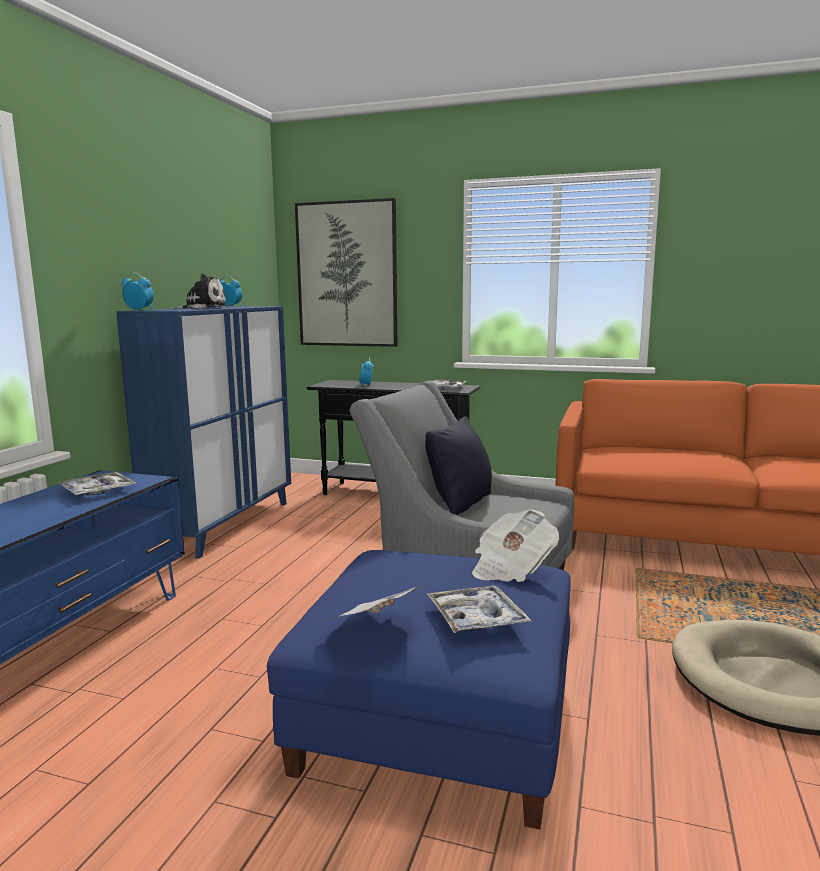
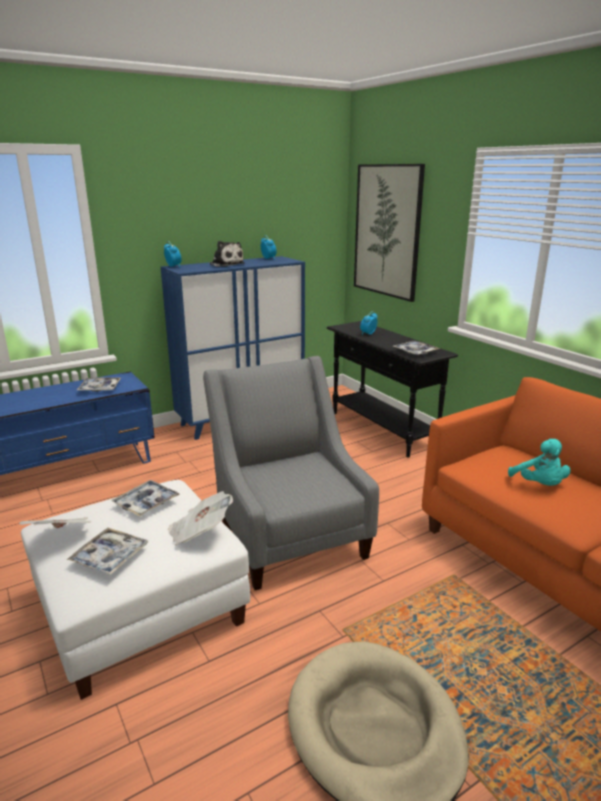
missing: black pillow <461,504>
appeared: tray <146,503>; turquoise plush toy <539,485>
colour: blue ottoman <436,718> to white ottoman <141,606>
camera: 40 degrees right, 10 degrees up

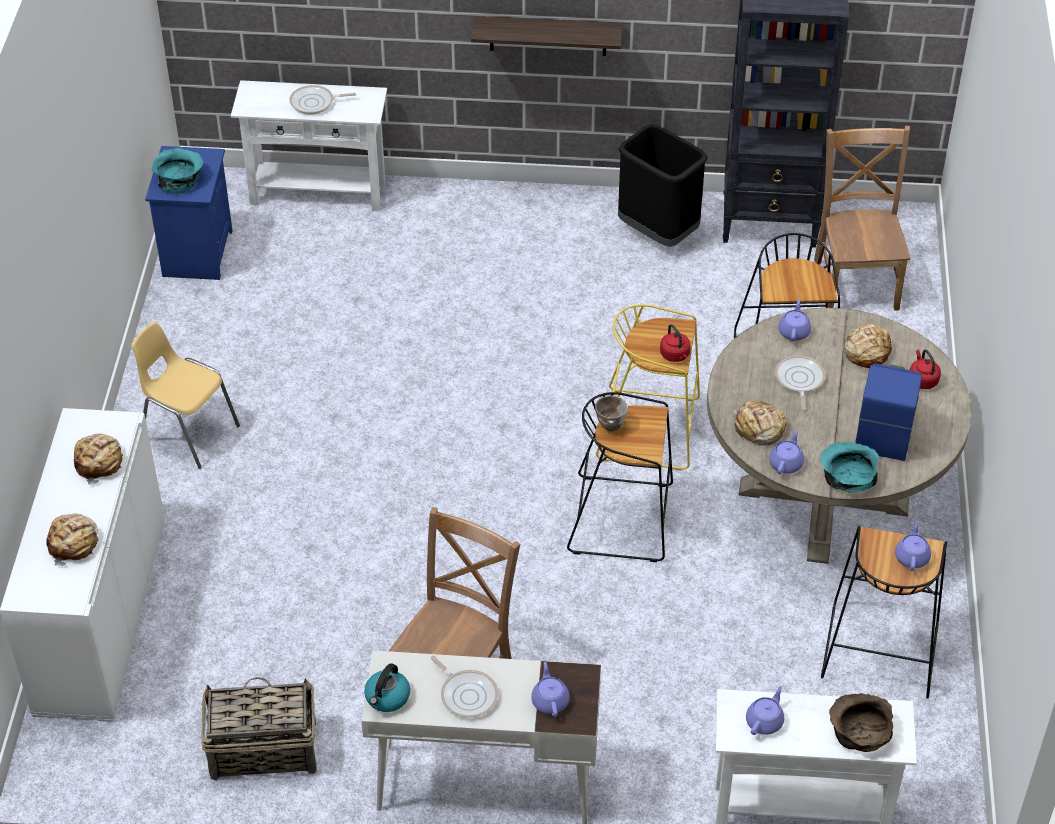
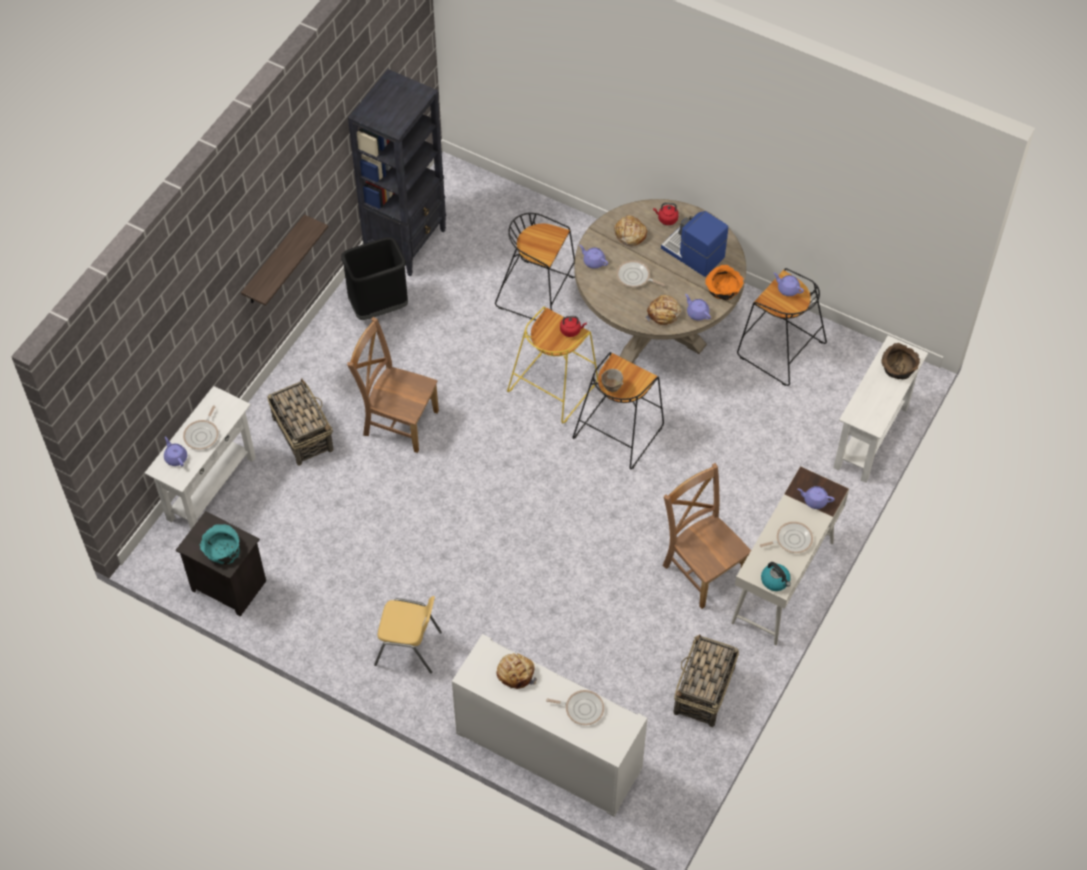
appeared: basket <302,433>
relocated: purple teapot <765,721> to <176,457>; brown chair <856,281> to <398,421>
exchanged: bread <74,544> to frying pan <582,708>
colour: blue nightstand <196,252> to black nightstand <227,586>; turquoise bowl <847,478> to orange bowl <723,289>
spun: yellow chair <188,432> = <409,648> 135 degrees counterclockwise
camera: 65 degrees left, 10 degrees up

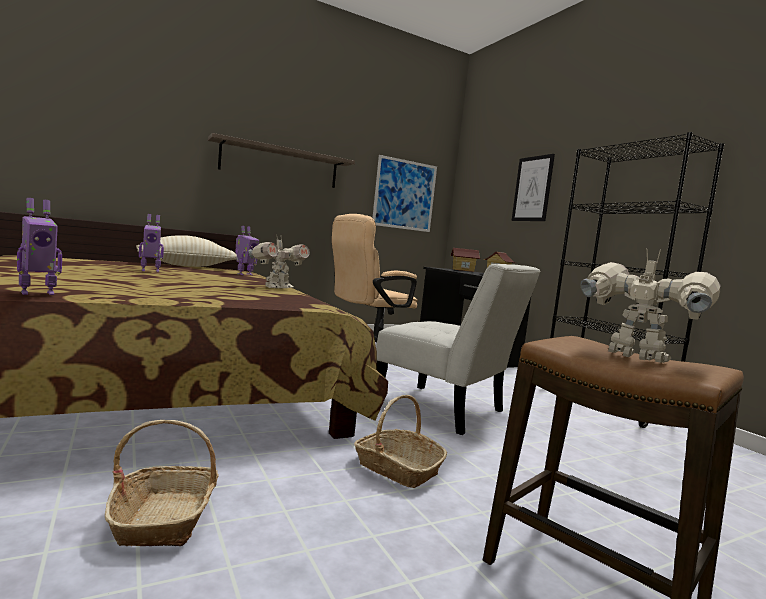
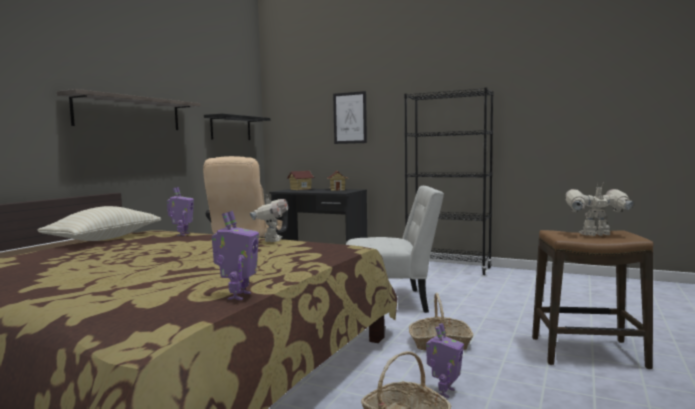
relocated: toy robot <150,271> to <444,392>
exchanged: picture <404,195> to black shelf <231,128>
camera: 35 degrees left, 0 degrees up

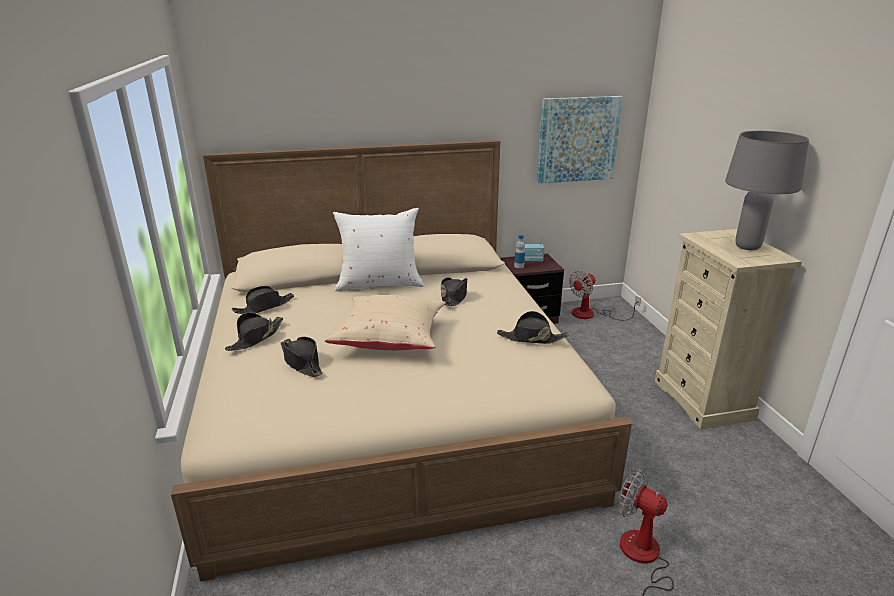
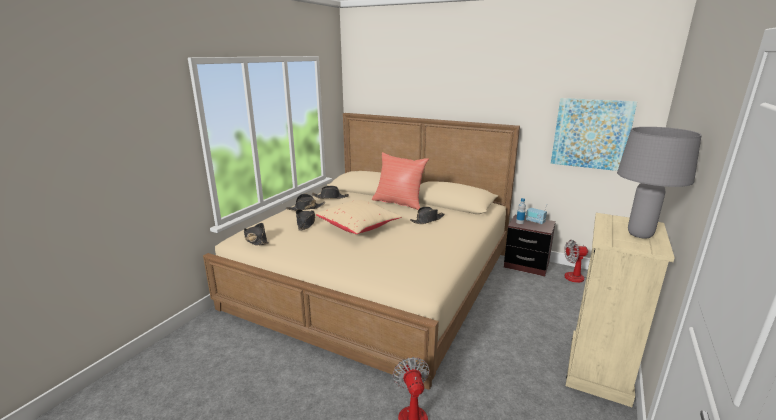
relocated: black hat <531,338> to <255,240>
colour: white pillow <379,284> to red pillow <399,203>
camera: 40 degrees right, 5 degrees down

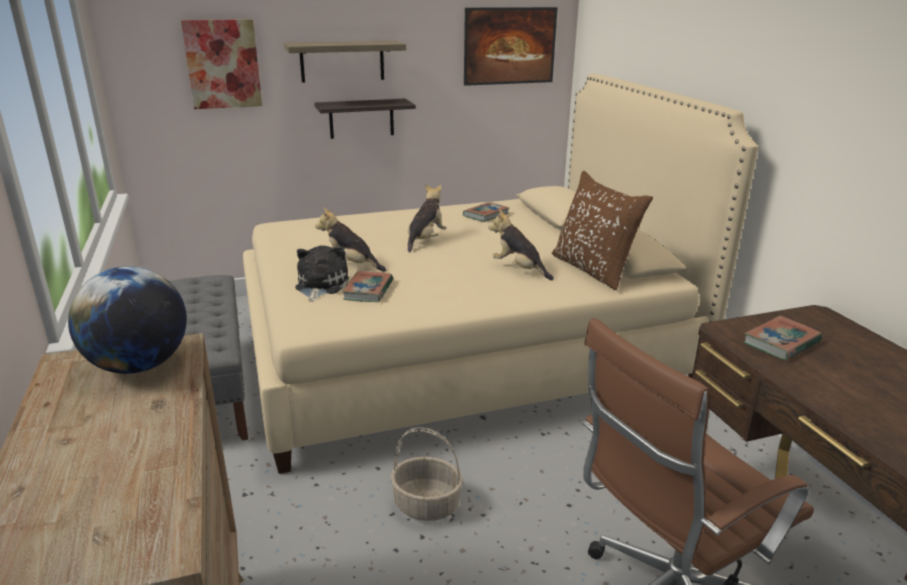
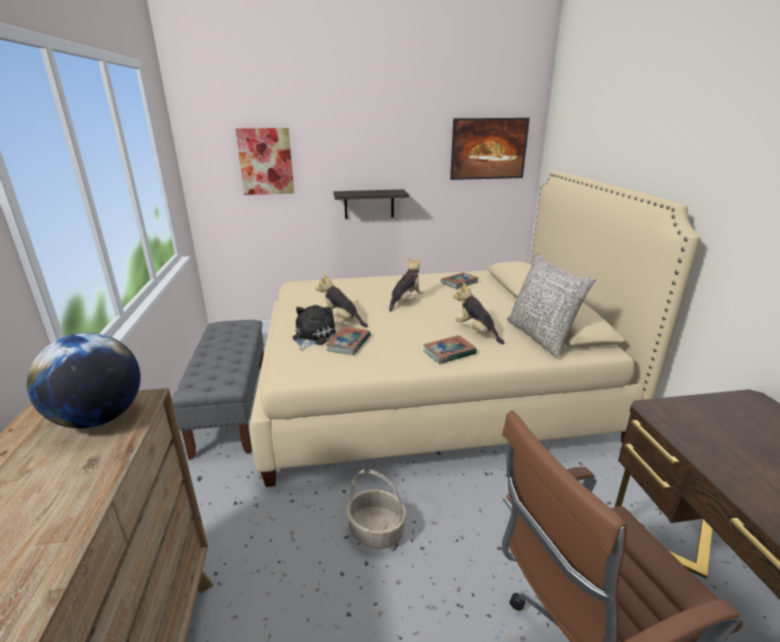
missing: shelf <342,61>
relocated: book <781,342> to <449,352>
colour: brown pillow <593,270> to grey pillow <541,336>
camera: 10 degrees right, 0 degrees up

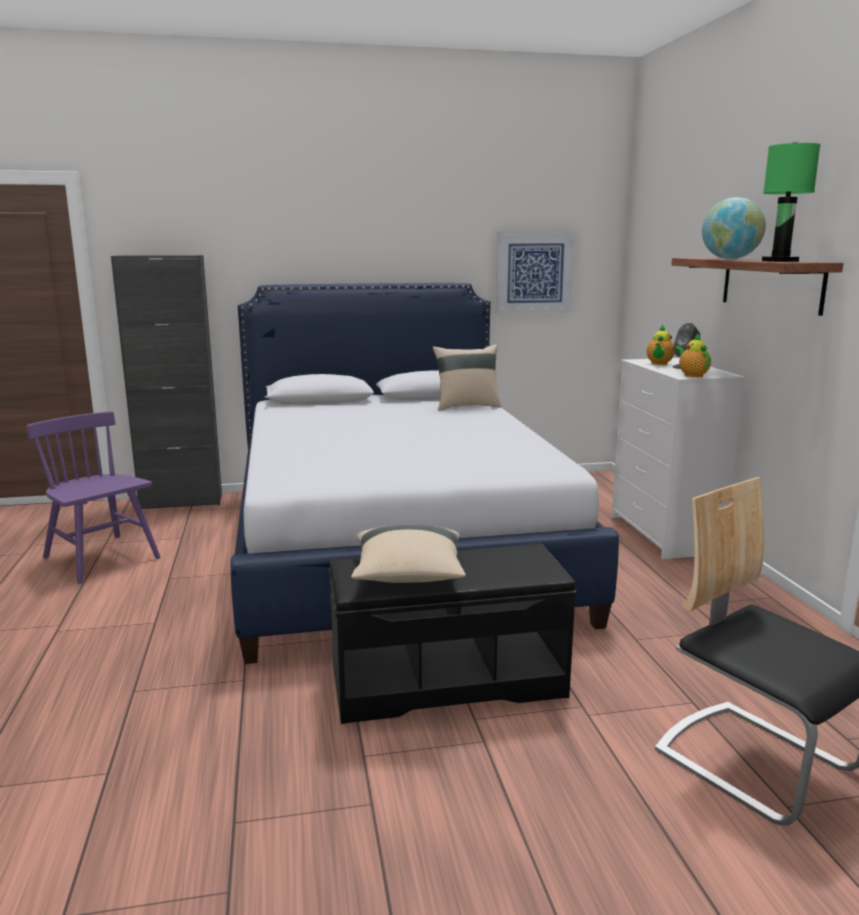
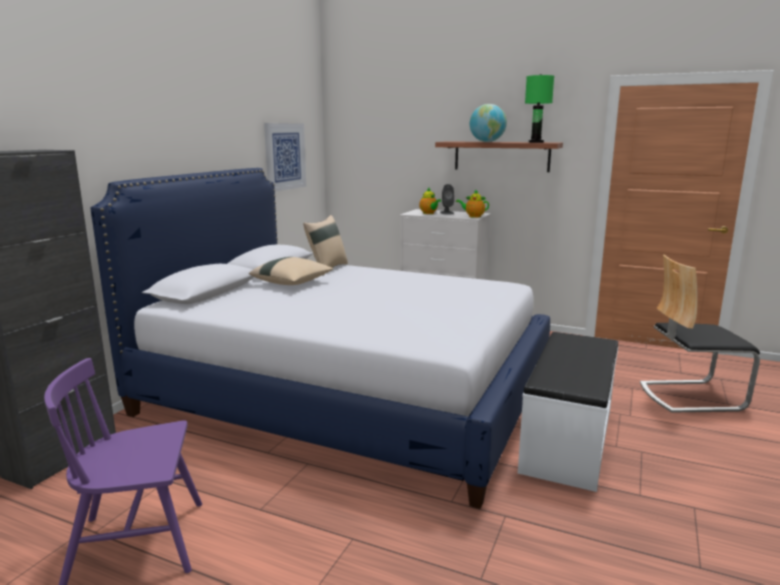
relocated: beige pillow <408,575> to <292,283>
colour: black bench <447,681> to white bench <566,440>
camera: 55 degrees left, 0 degrees up

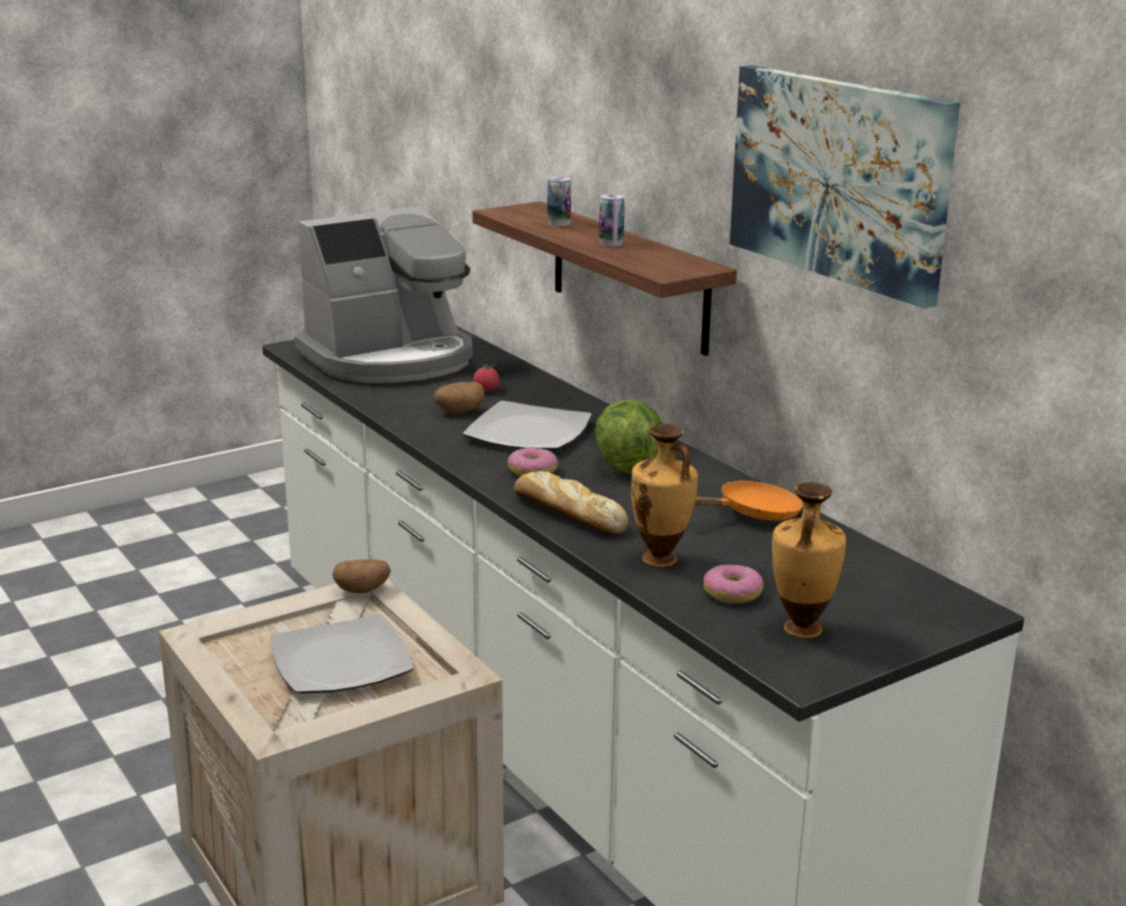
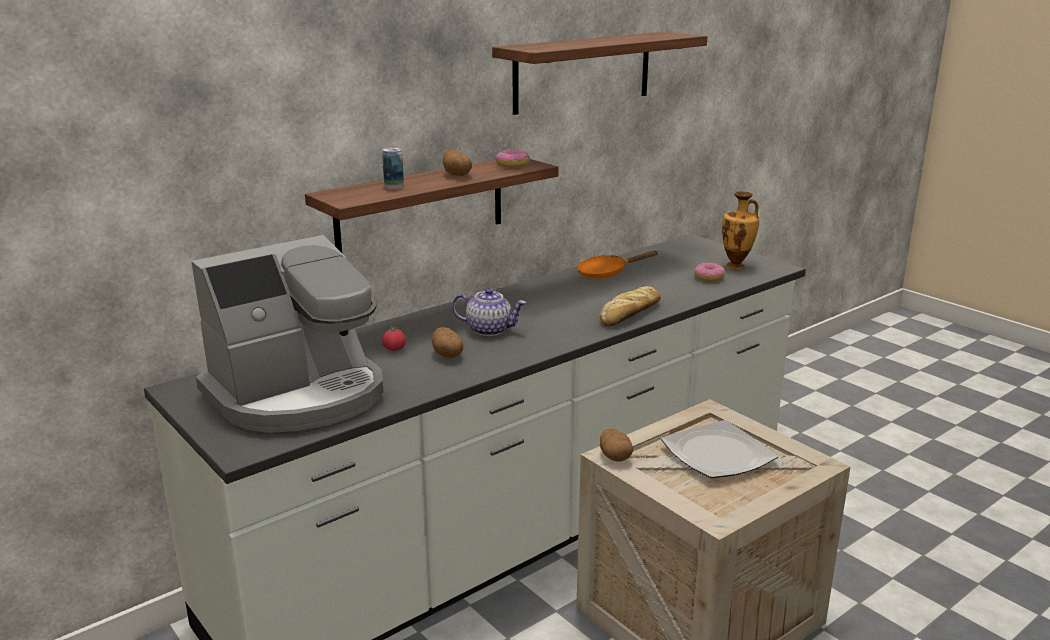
missing: lettuce <627,464>; vase <661,560>
relocated: donut <533,471> to <512,165>
exchanged: can <611,243> to potato <457,175>; plate <529,432> to teapot <489,330>; picture <839,179> to shelf <583,71>
spun: coffee machine <390,359> = <298,395> 90 degrees clockwise; orange frying pan <751,514> = <606,273> 75 degrees counterclockwise
camera: 95 degrees left, 0 degrees up

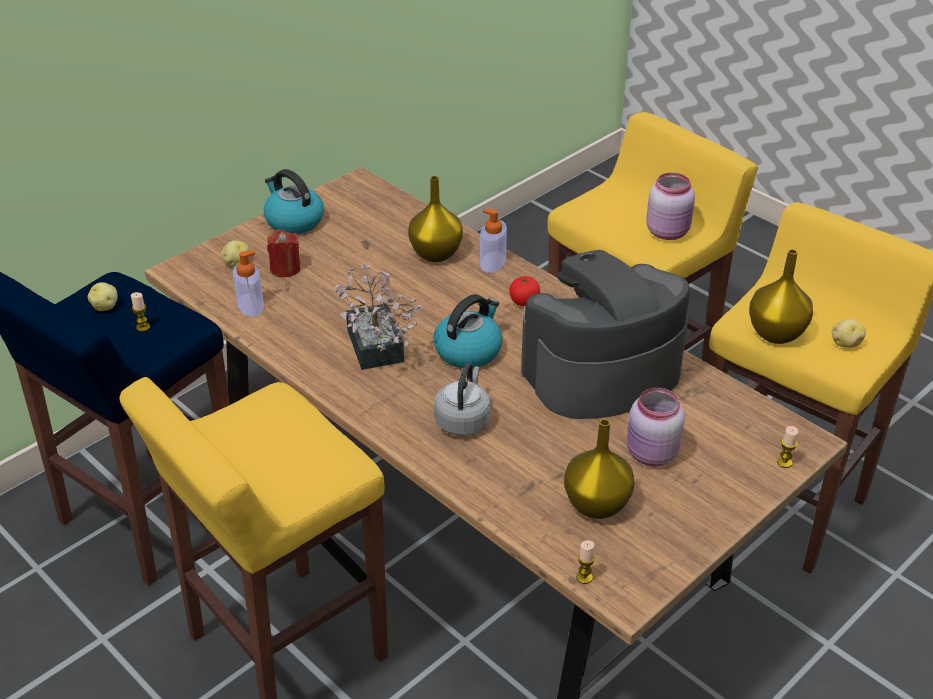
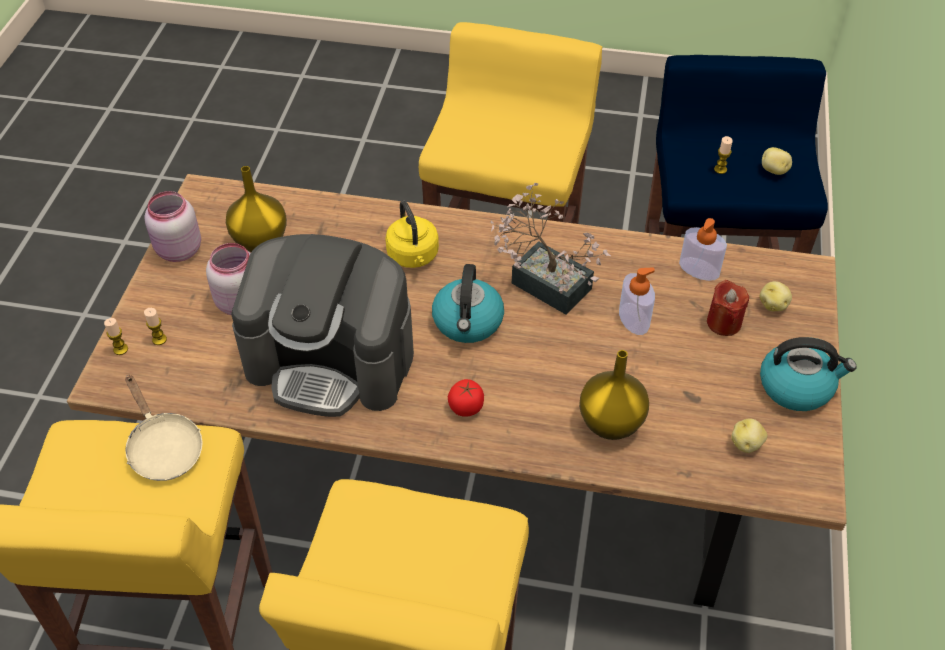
relocated: pink jar <668,232> to <178,251>; candle <584,577> to <159,339>; soap dispenser <493,262> to <634,319>; potato <845,343> to <746,444>
exchanged: yellow vase <777,334> to beige frying pan <163,448>
colour: grey kettle <463,420> to yellow kettle <413,257>
spun: coffee machine <601,373> = <331,360> 75 degrees clockwise
camera: 145 degrees right, 10 degrees up

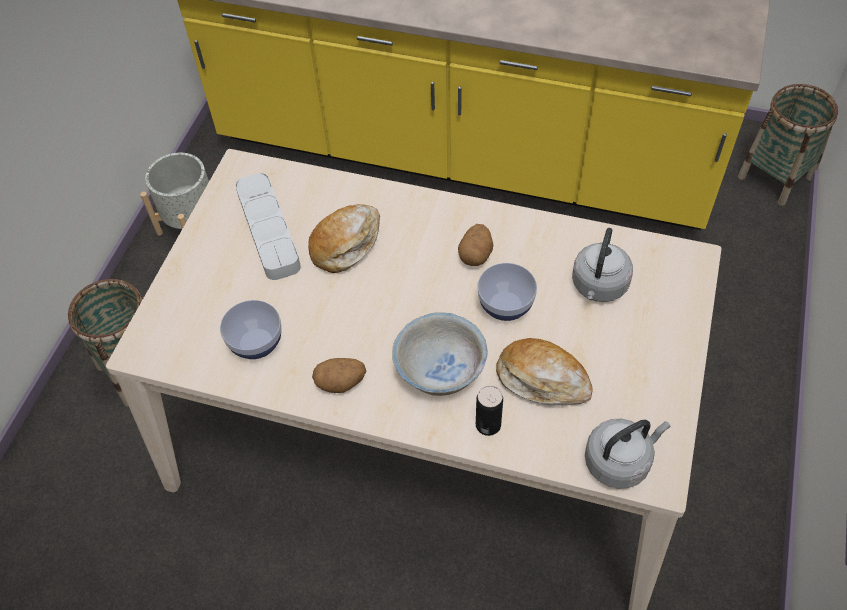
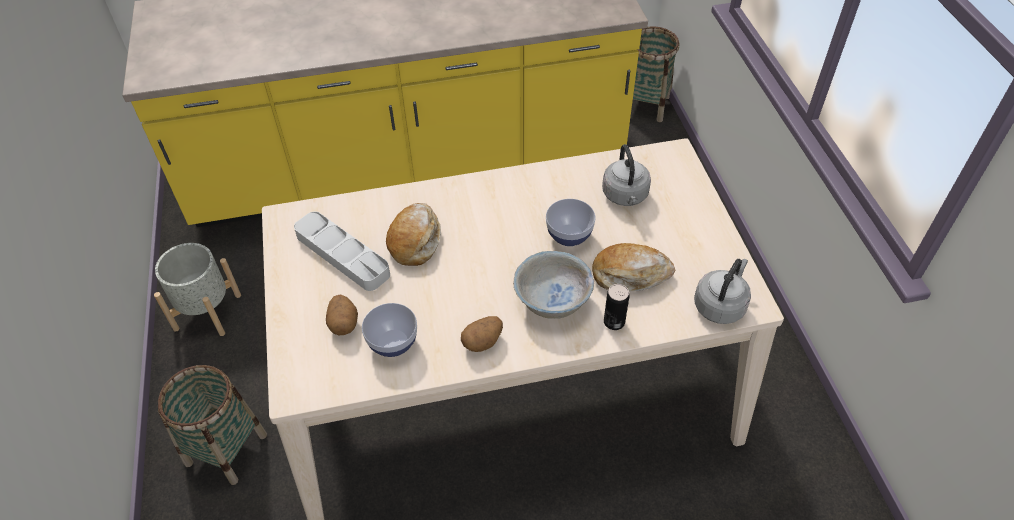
relocated: potato <475,254> to <343,323>
camera: 30 degrees left, 5 degrees down

